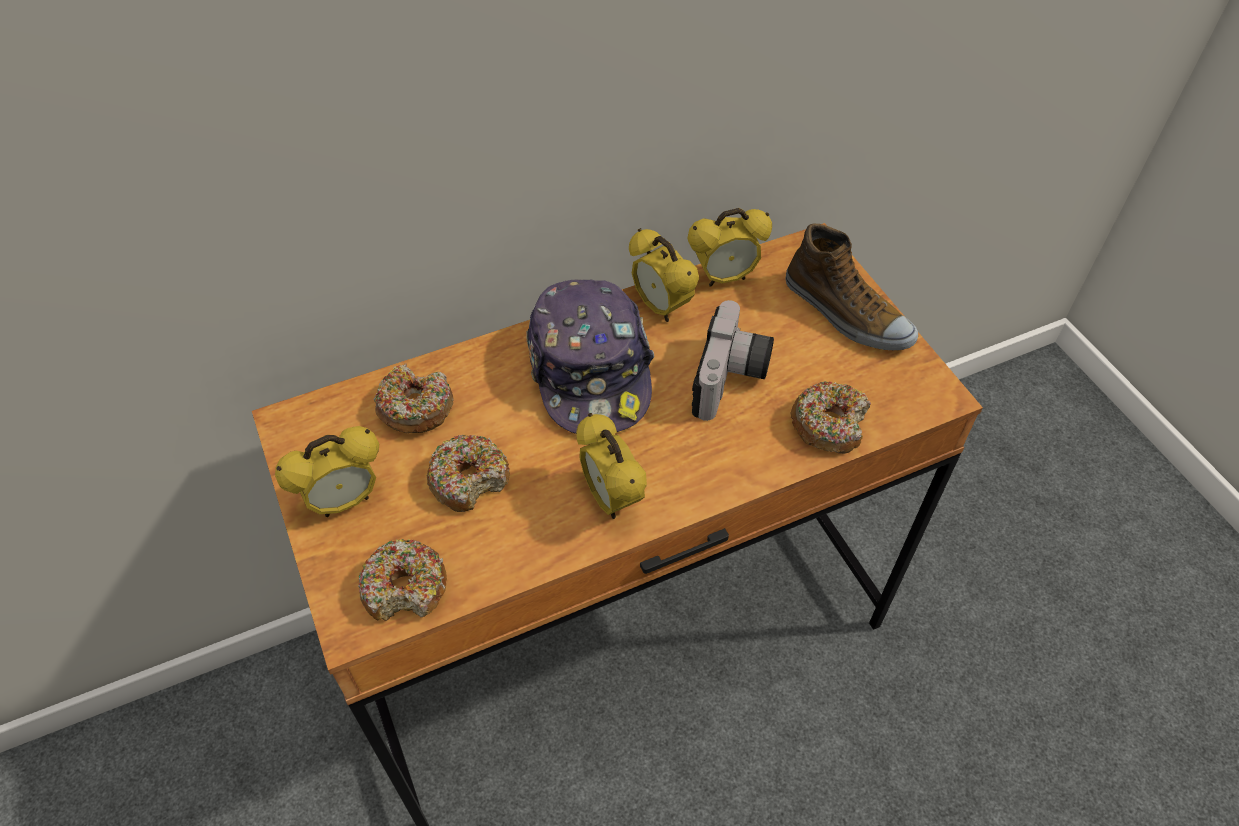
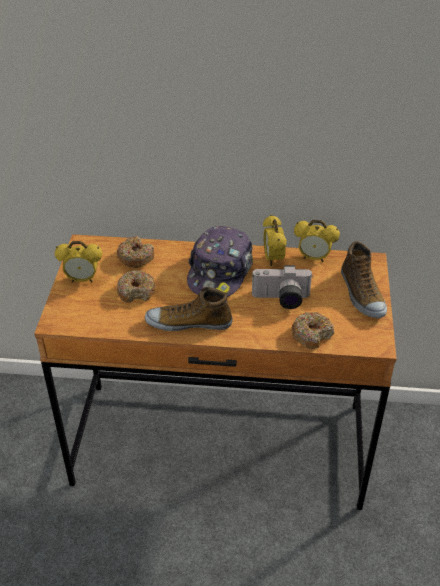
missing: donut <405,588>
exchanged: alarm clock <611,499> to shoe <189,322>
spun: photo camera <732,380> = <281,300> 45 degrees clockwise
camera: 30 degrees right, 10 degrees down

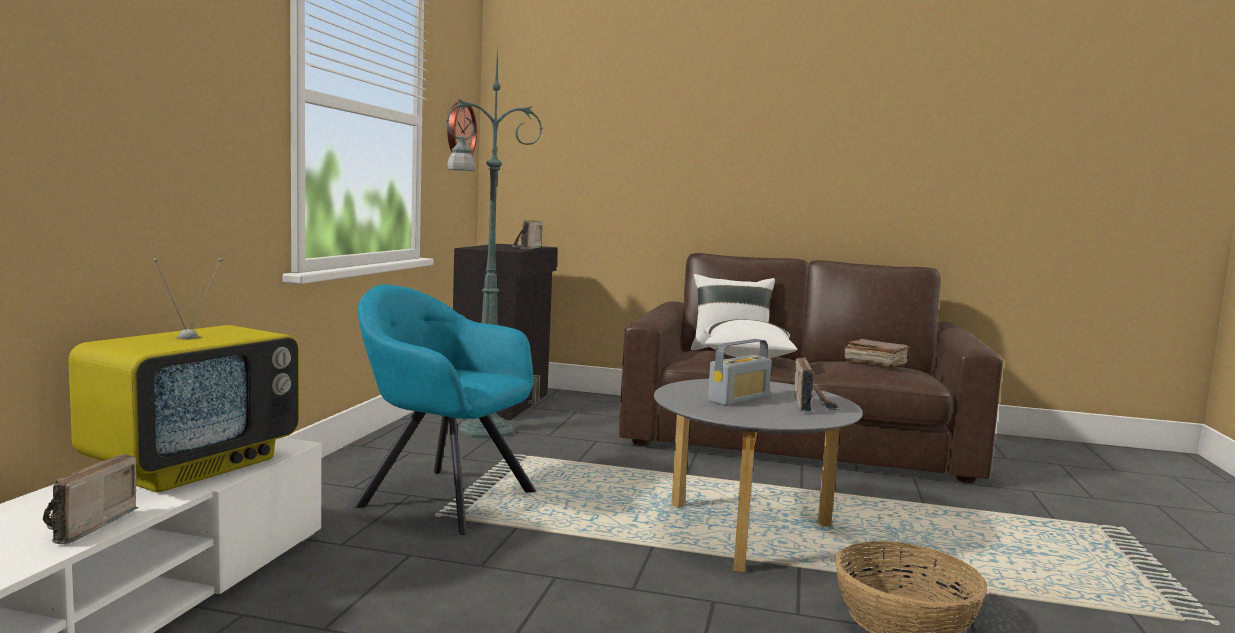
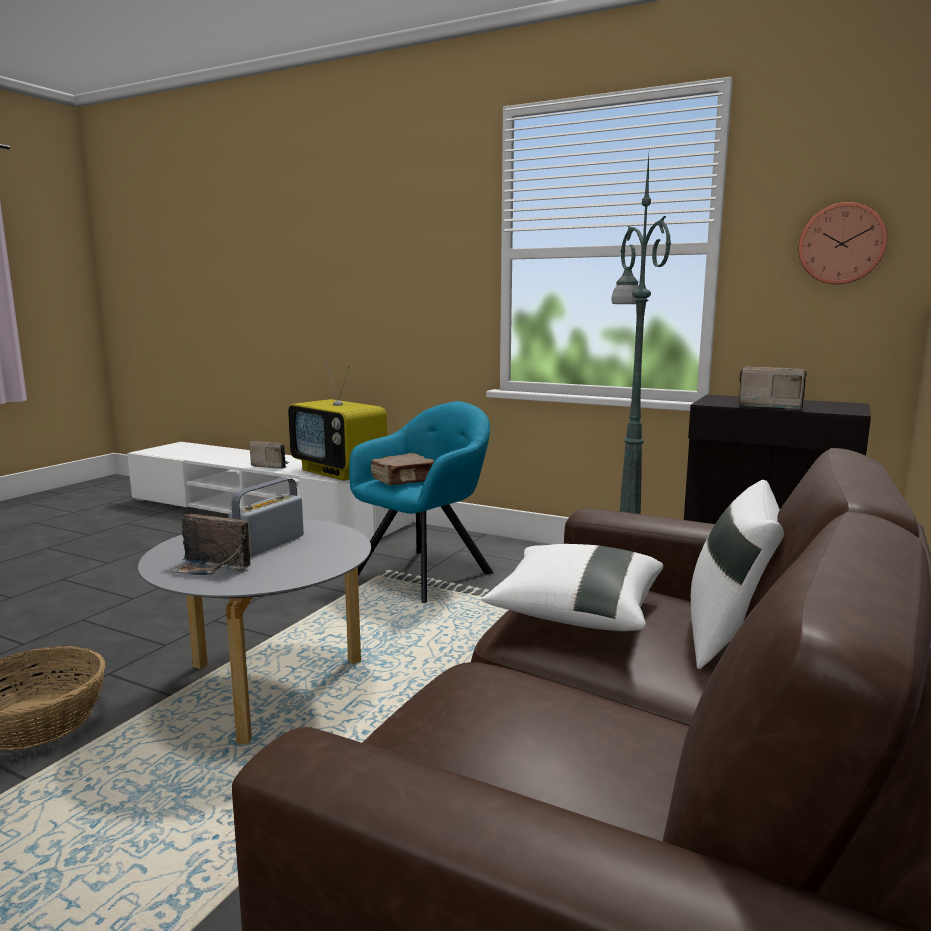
relocated: brown book <875,364> to <404,480>
spun: radio <738,399> = <268,544> 60 degrees clockwise
camera: 105 degrees right, 5 degrees up

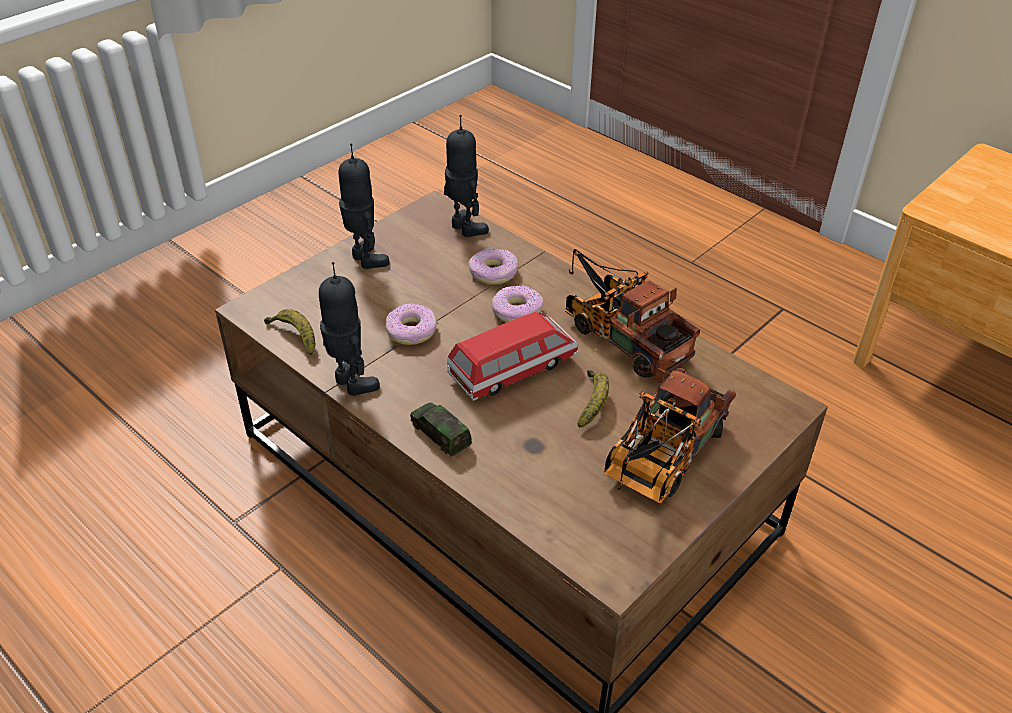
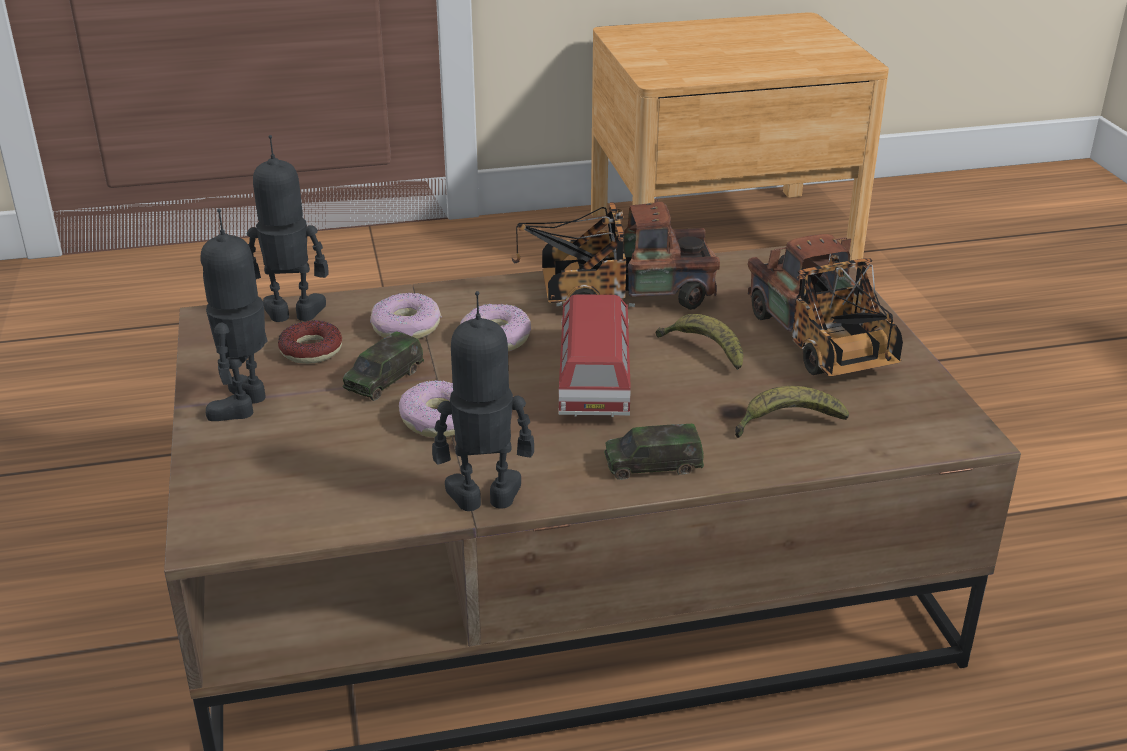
appeared: donut <311,350>; toy car <384,379>
relocated: banana <295,336> to <786,424>
spun: toy robot <364,260> = <246,405> 75 degrees counterclockwise
camera: 55 degrees left, 10 degrees down

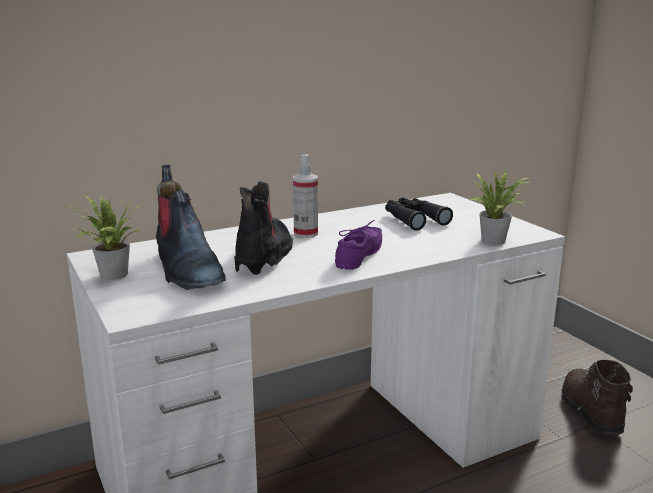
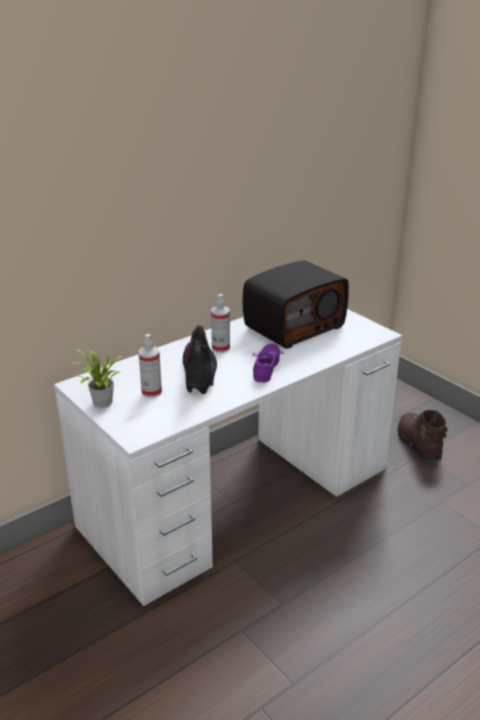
missing: potted plant <496,240>
exchanged: boot <187,269> to spray bottle <151,392>; black binoculars <413,219> to radio <293,326>
camera: 10 degrees left, 10 degrees up

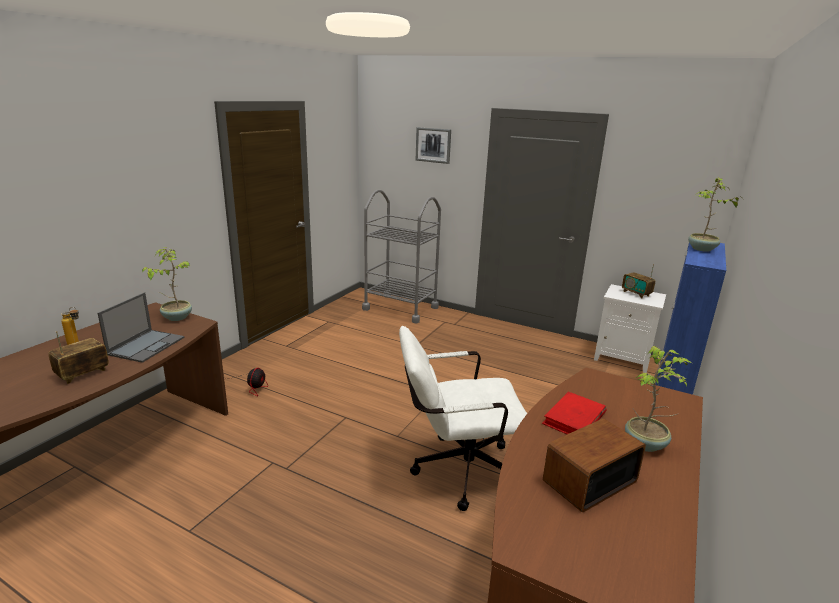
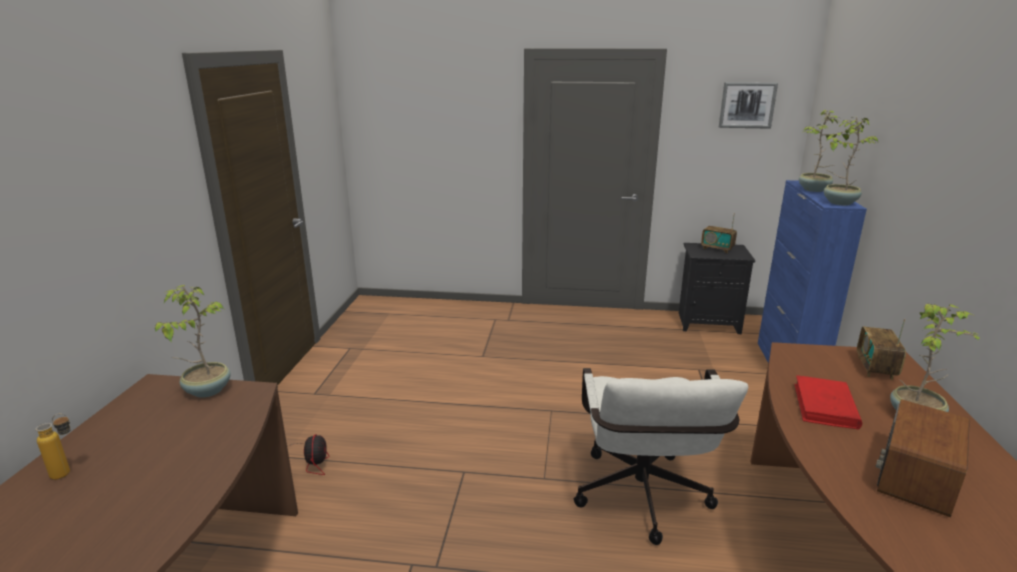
missing: laptop <147,345>; grey cart <400,308>
appeared: potted plant <839,202>
relocated: picture <433,145> to <747,105>; radio <83,374> to <875,368>
colour: white nightstand <623,358> to black nightstand <709,323>
spun: white office chair <456,470> = <642,502> 60 degrees counterclockwise
camera: 20 degrees left, 0 degrees up

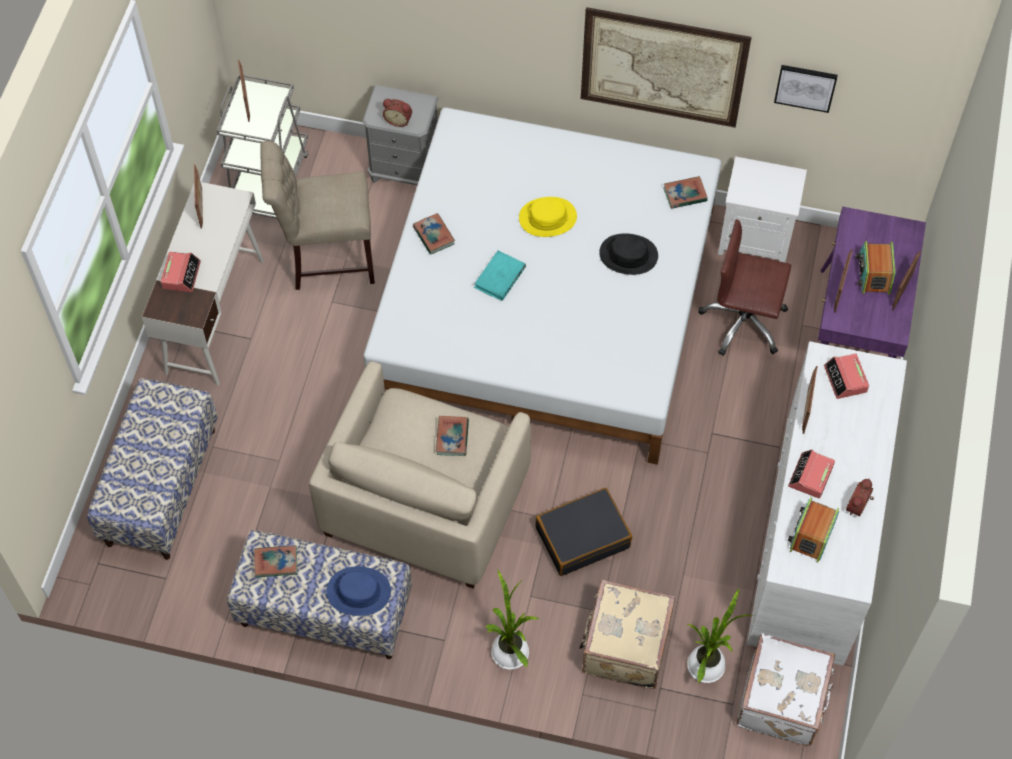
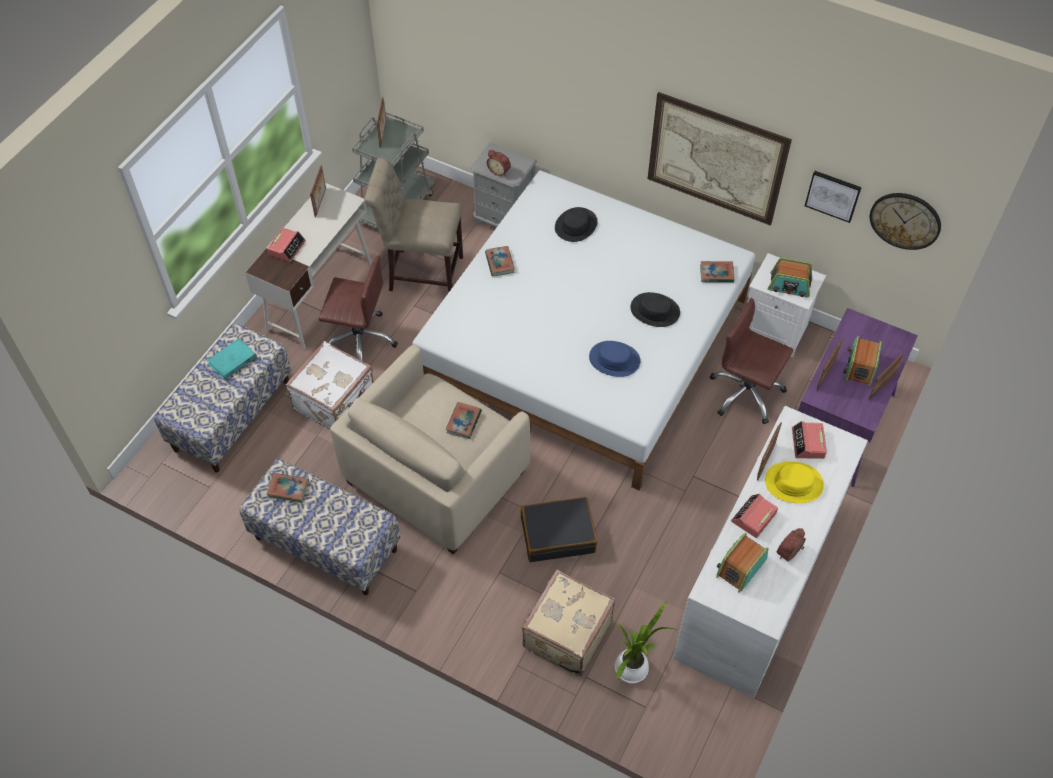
missing: potted plant <509,649>
appeared: brown office chair <360,340>; black hat <576,225>; radio <789,285>; wall clock <905,220>
relocated: turquoise book <500,278> to <232,361>; white suitcase <783,700> to <336,401>; blue hat <358,592> to <614,360>; yellow hat <547,218> to <793,483>
camera: 15 degrees right, 5 degrees down

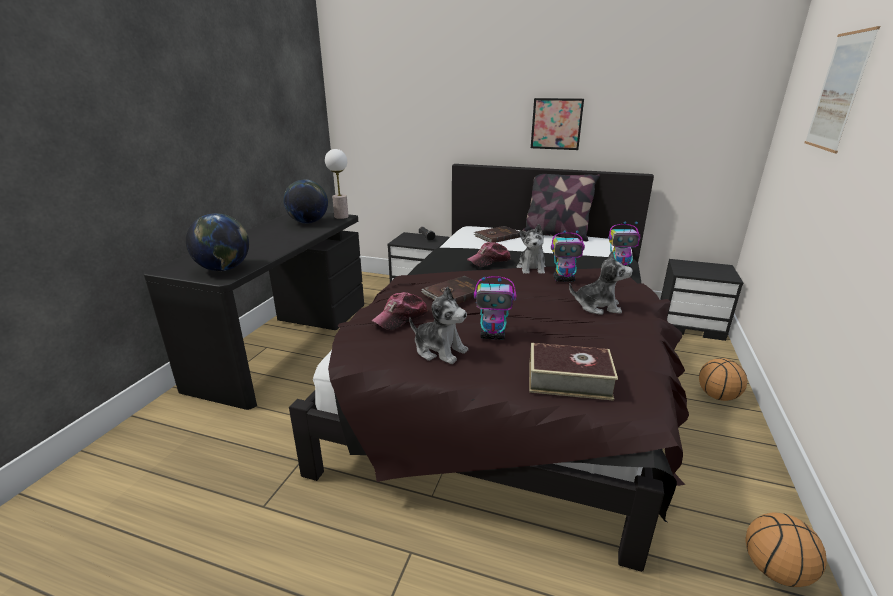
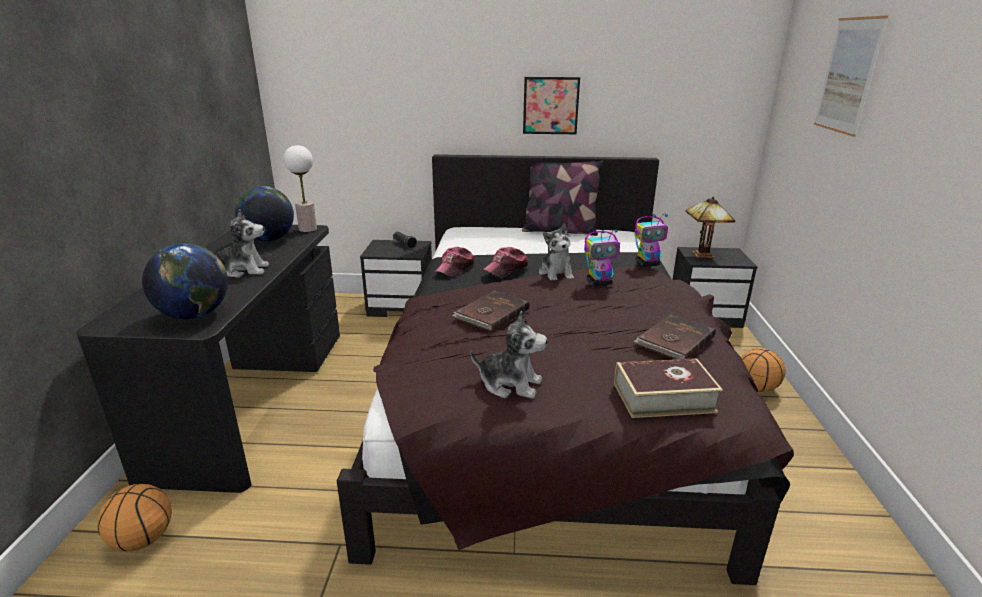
missing: toy robot <493,336>
appeared: table lamp <701,254>
relocated: basketball <775,571> to <143,540>; plush toy <598,306> to <243,270>; cap <400,318> to <455,268>; brown book <497,236> to <674,340>
camera: 15 degrees left, 0 degrees up

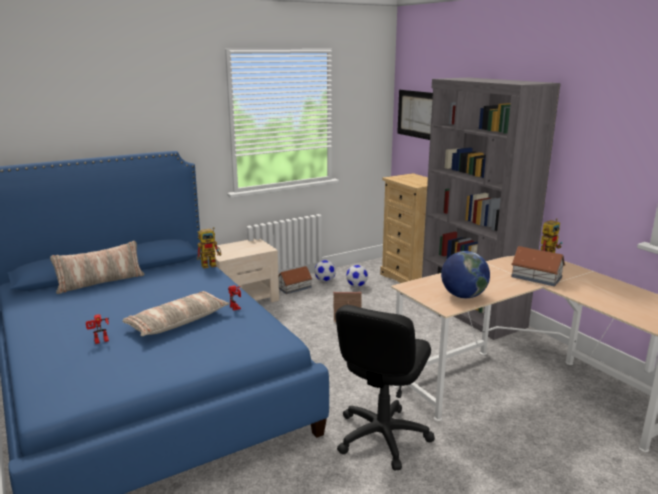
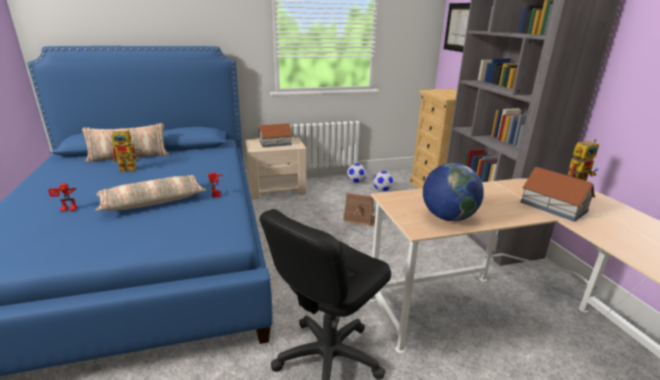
relocated: toy robot <212,264> to <132,169>; toy house <294,287> to <276,143>
camera: 15 degrees right, 5 degrees up

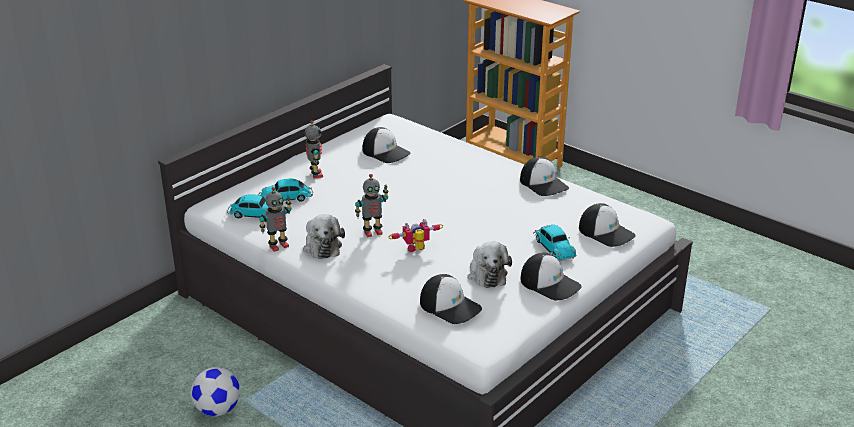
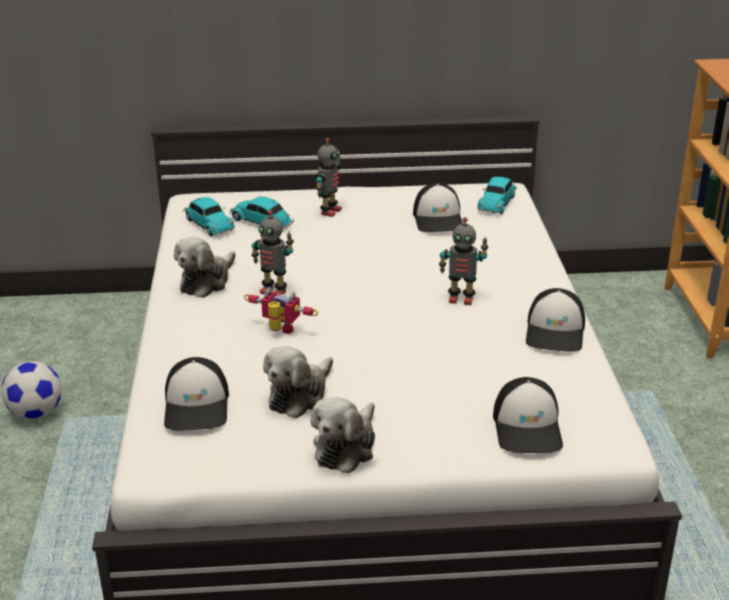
relocated: toy robot <278,246> to <461,299>; toy car <553,247> to <497,202>
exchanged: cap <550,283> to plush toy <346,447>
camera: 45 degrees right, 0 degrees up

